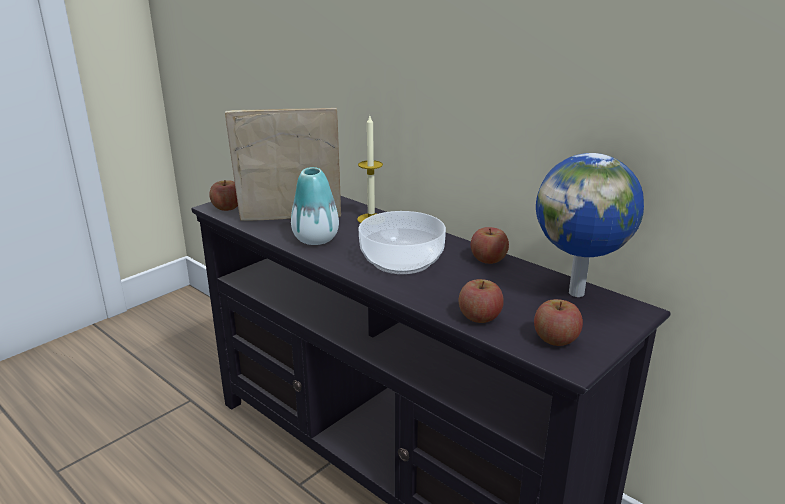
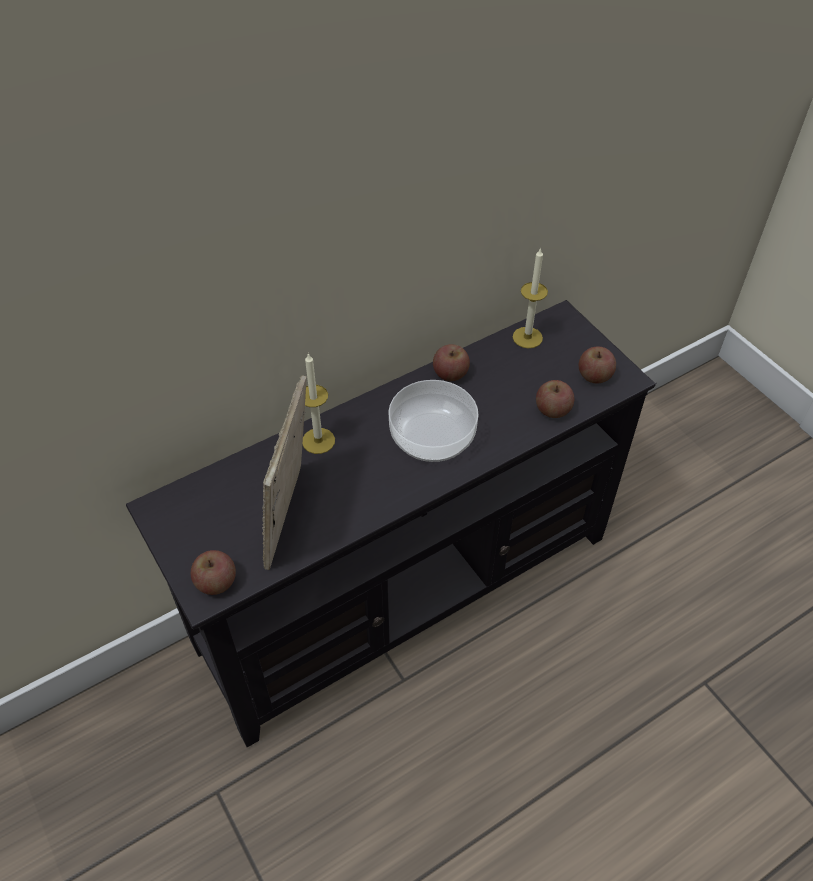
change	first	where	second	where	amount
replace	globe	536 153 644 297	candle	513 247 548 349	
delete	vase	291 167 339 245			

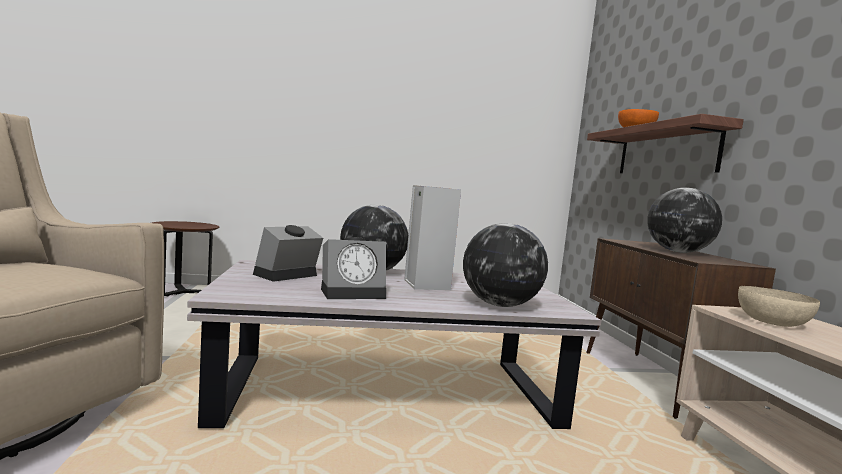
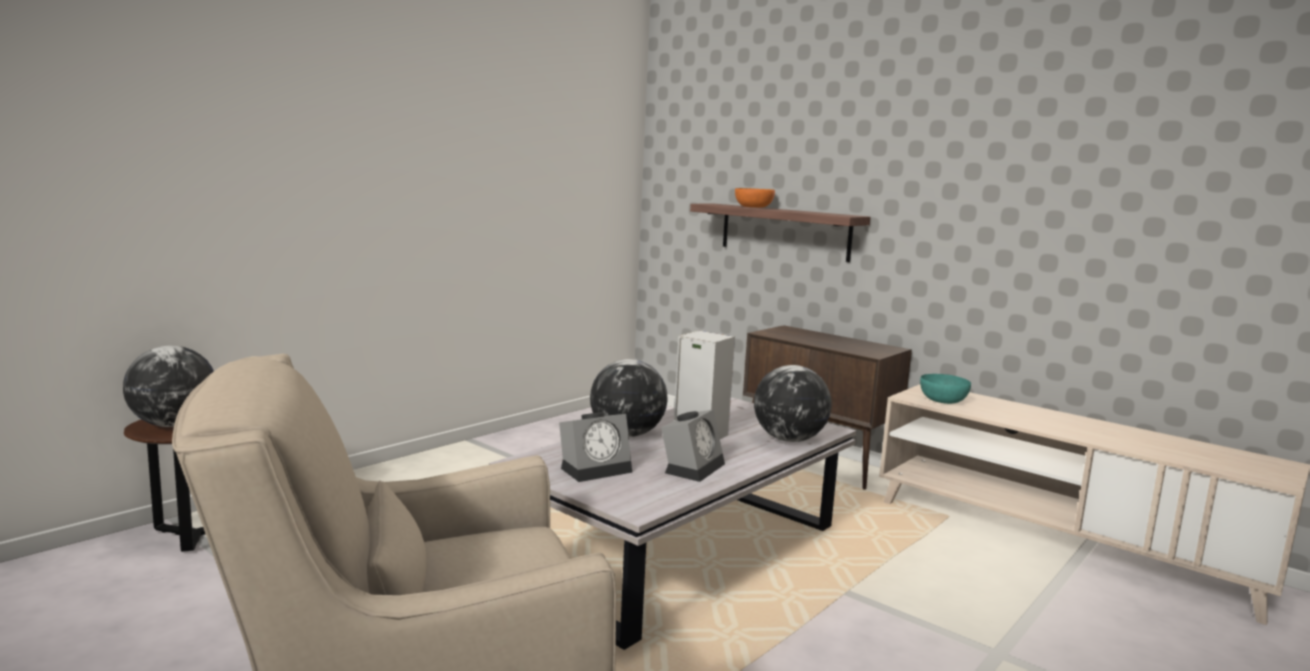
change	first	where	second	where	amount
move	globe	647 188 722 253		123 346 214 427	
rotate	alarm clock	253 225 323 282		559 412 632 482	120 degrees counterclockwise
recolor	bowl (beige)	738 286 820 327	bowl (turquoise)	920 374 971 404	

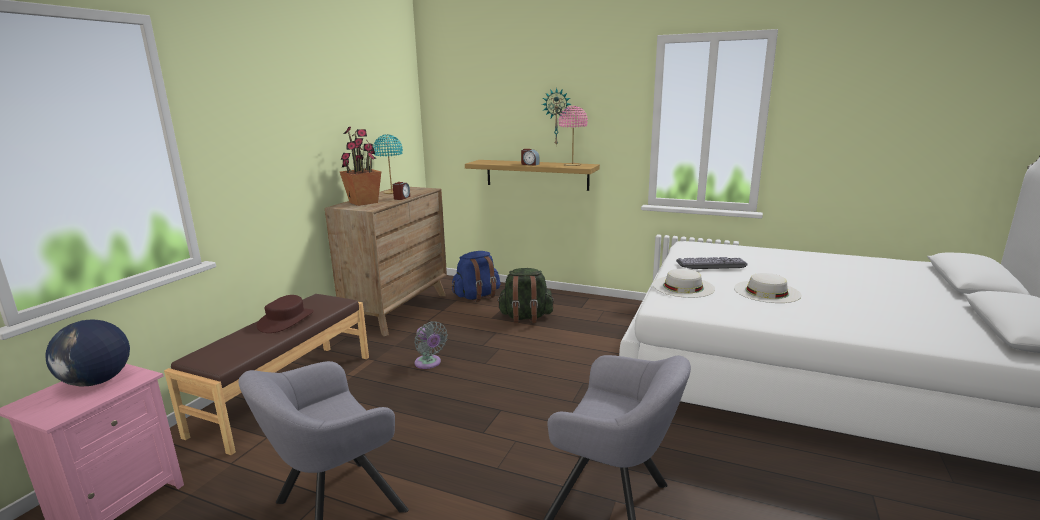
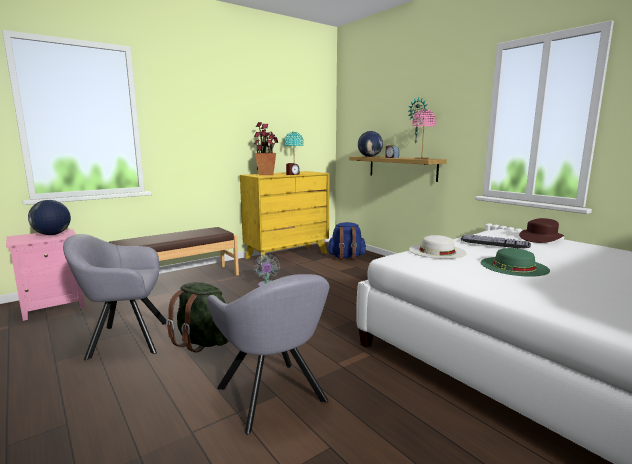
change	first	where	second	where	amount
move	backpack (green)	497 268 554 323		166 282 229 353	
recolor	dresser (brown)	325 187 447 336	dresser (yellow)	240 171 330 264	
insert			globe	358 131 383 157	
recolor	hat (white)	734 273 801 303	hat (green)	481 248 550 277	
move	hat (brown)	257 295 314 333		519 218 564 243	

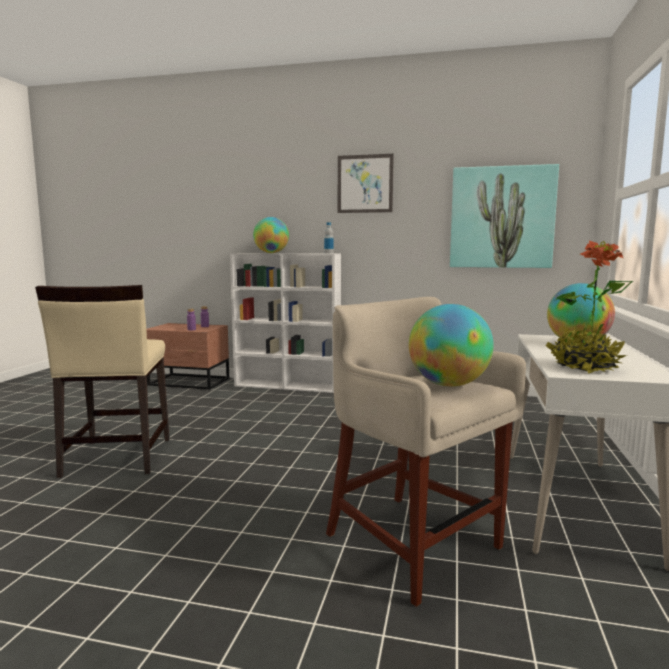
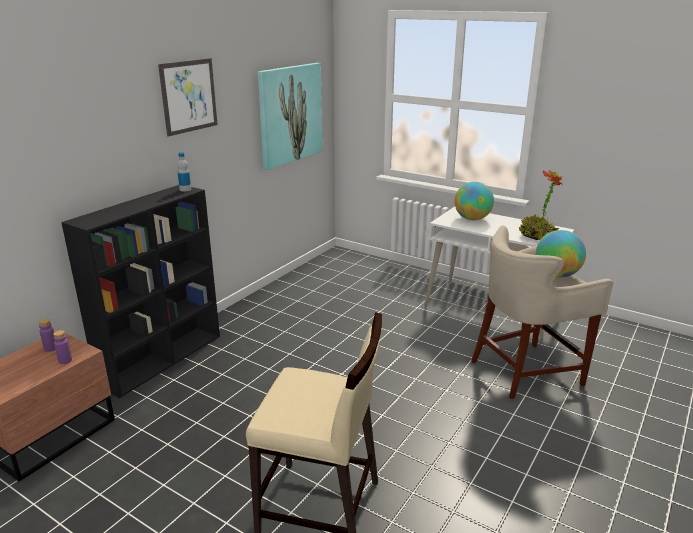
change	first	where	second	where	amount
recolor	bookcase (white)	230 253 341 393	bookcase (black)	61 185 220 398	
delete	globe	253 217 289 253			

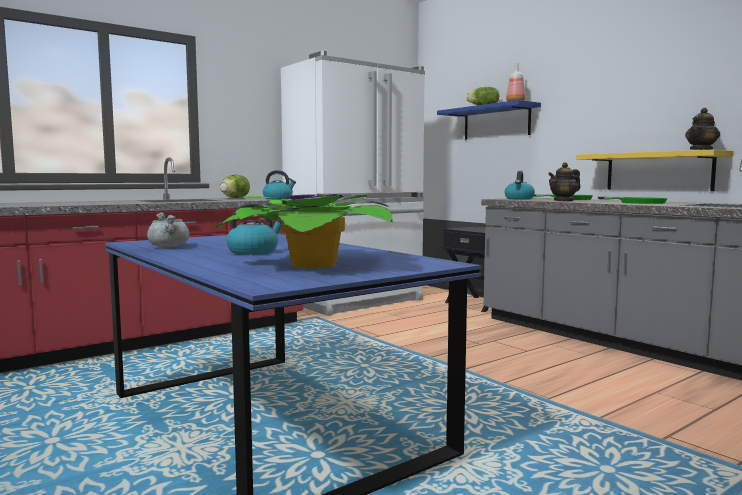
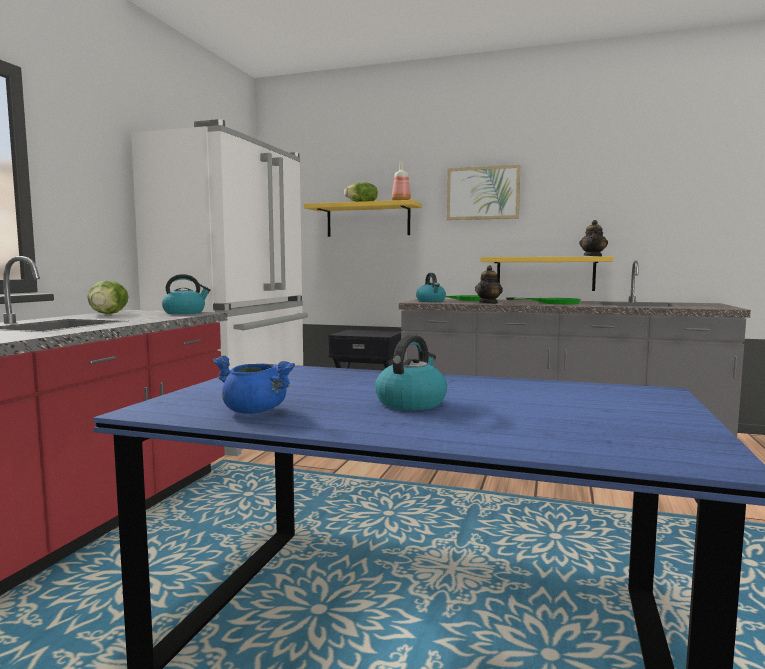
change	first	where	second	where	amount
recolor	cooking pot (grey)	147 212 190 247	cooking pot (blue)	212 355 295 414	
recolor	shelf (blue)	437 100 541 140	shelf (yellow)	304 200 422 237	
insert			picture	447 165 520 220	
delete	potted plant	215 194 392 269			

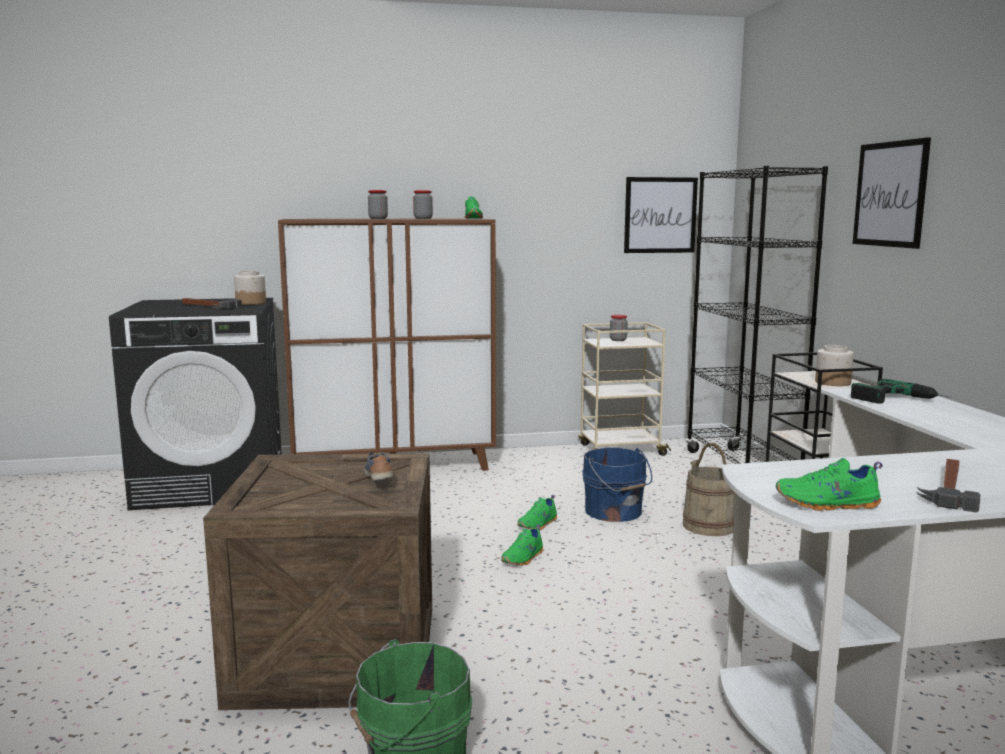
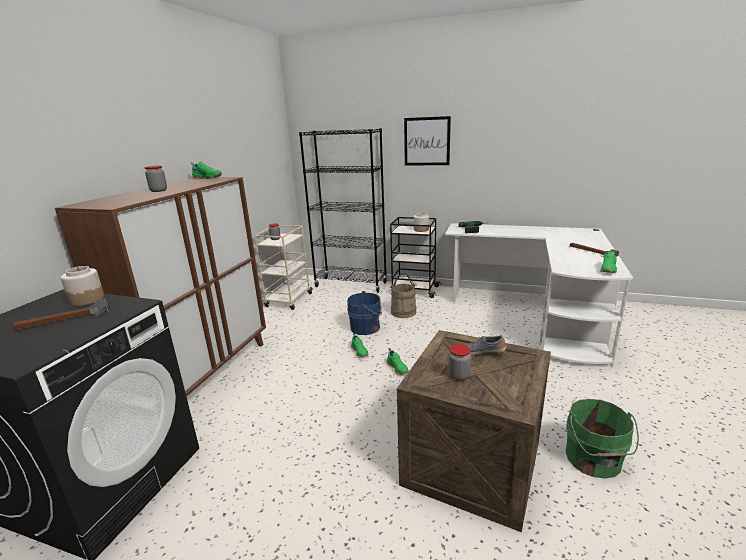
change	first	where	second	where	amount
move	jar	413 190 433 219		448 344 471 381	
delete	picture	624 177 698 253			

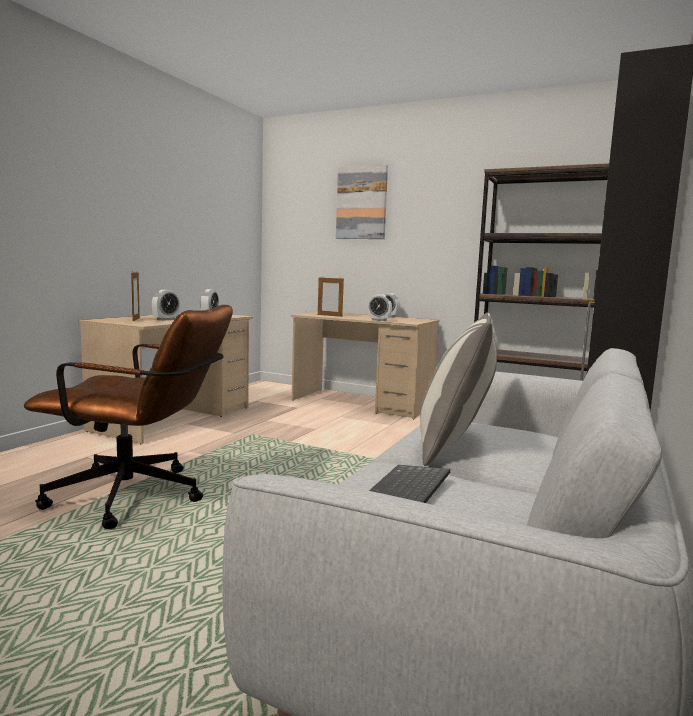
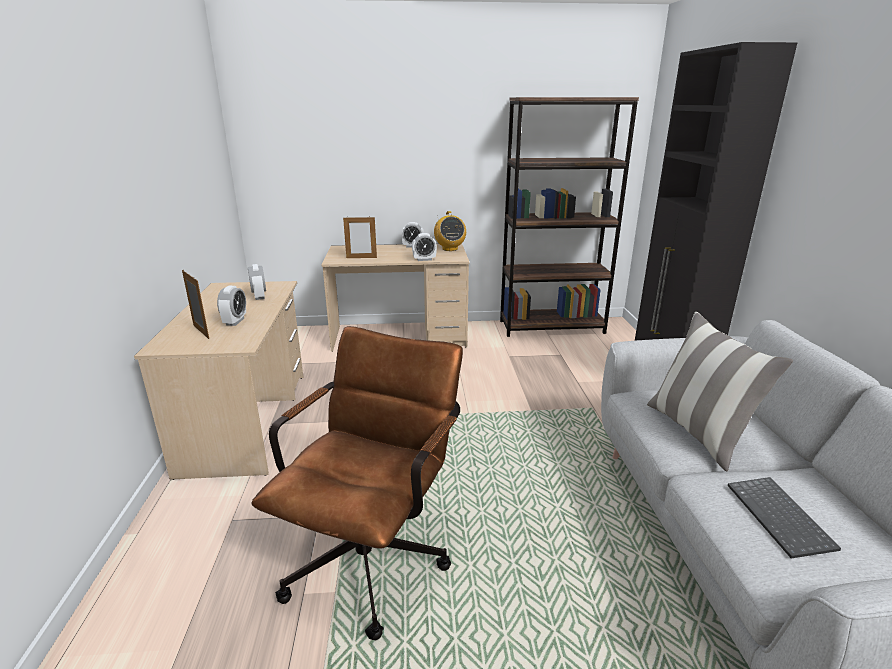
change	first	where	second	where	amount
rotate	office chair (brown)	24 305 233 529		251 326 463 640	45 degrees counterclockwise
insert			radio	434 211 466 251	
delete	picture	336 165 388 239			

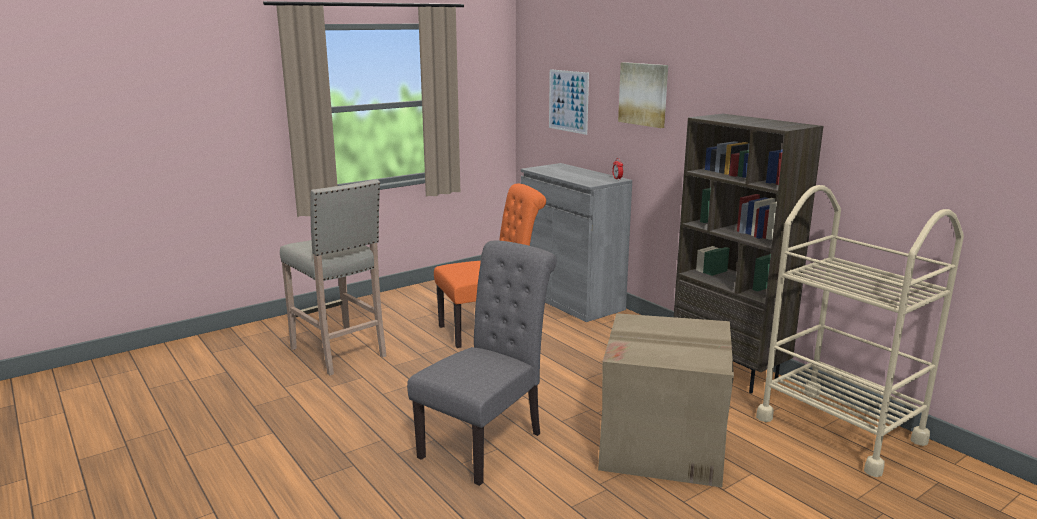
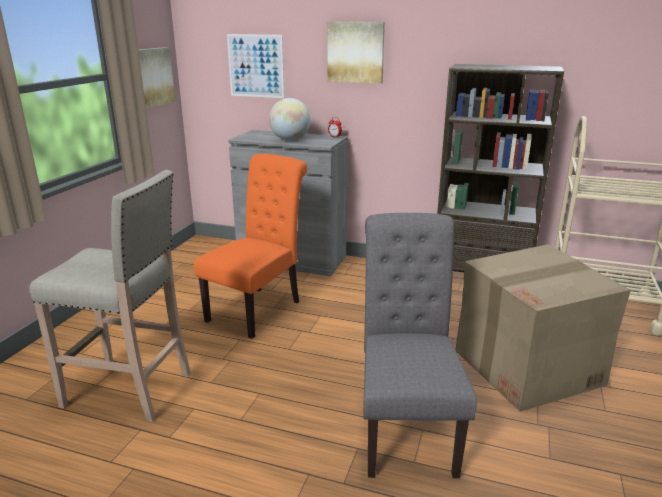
change	first	where	second	where	amount
insert			picture	138 47 175 109	
insert			globe	269 98 311 141	

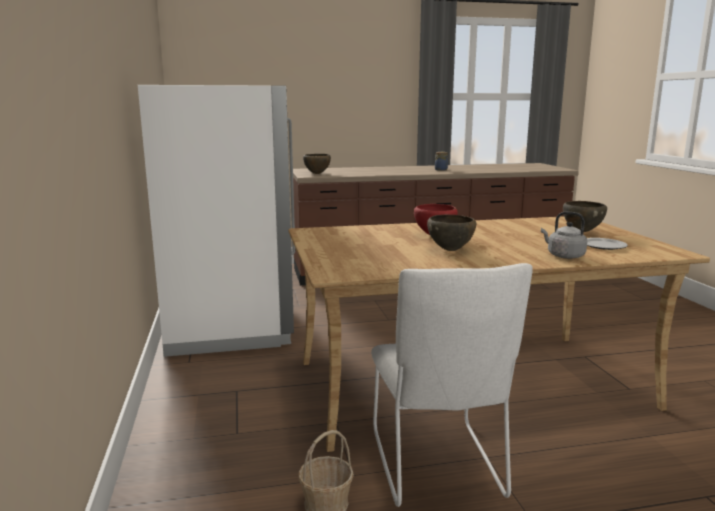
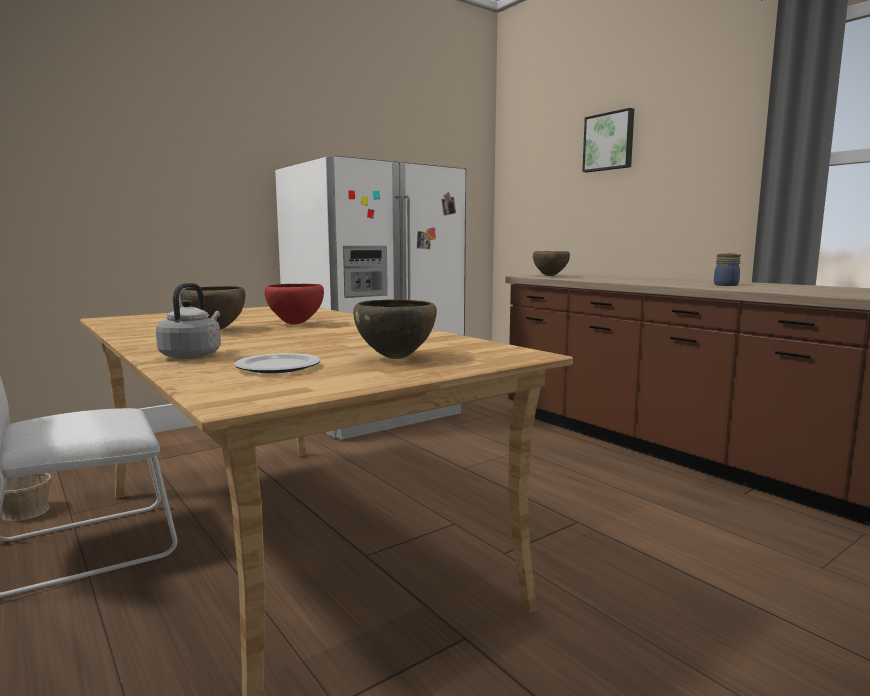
change	first	where	second	where	amount
insert			picture	582 108 634 173	

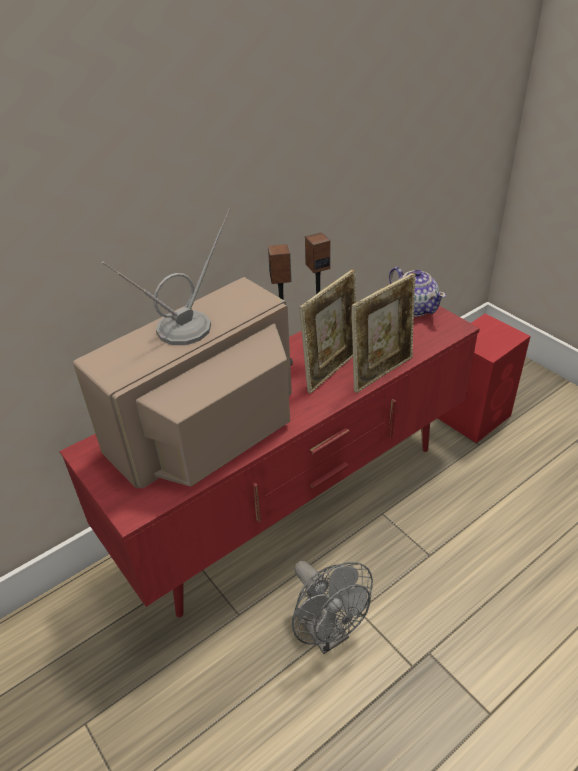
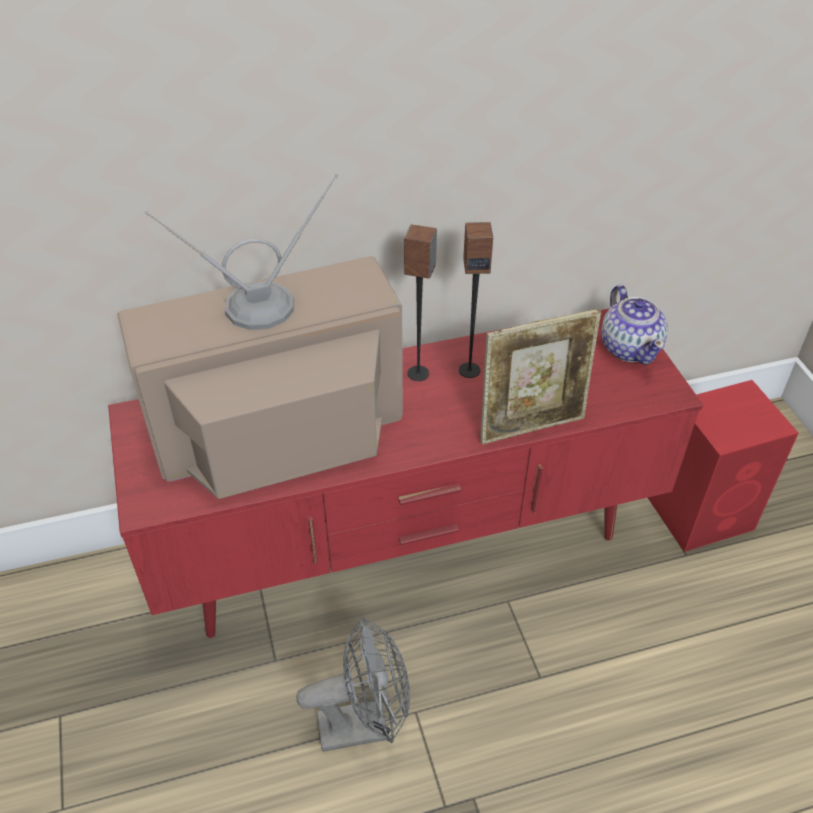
change	first	where	second	where	amount
rotate	fan (grey)	292 561 373 654		296 617 410 752	90 degrees counterclockwise
delete	picture frame	299 269 356 394			

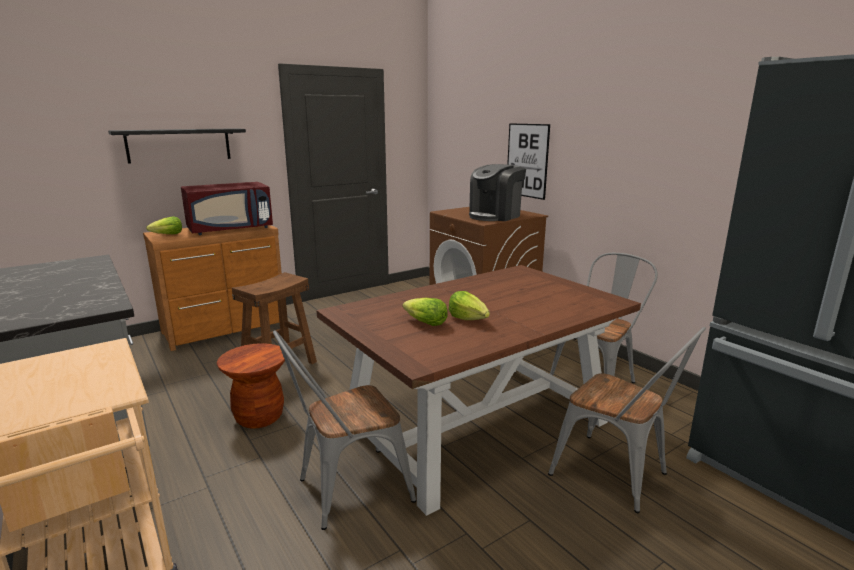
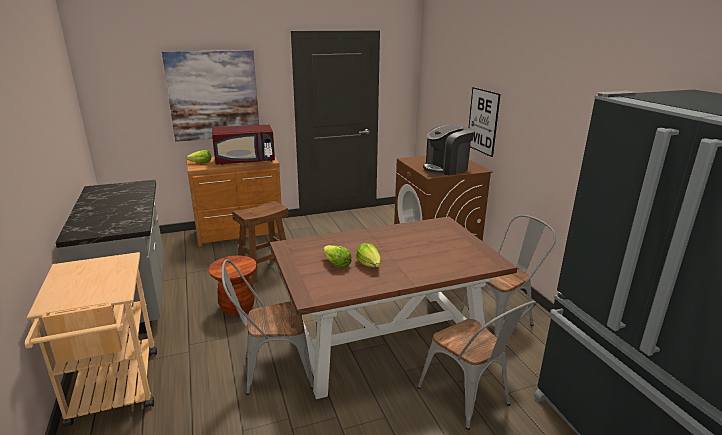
change	first	where	second	where	amount
replace	shelf (black)	108 128 246 164	picture	162 50 259 142	

